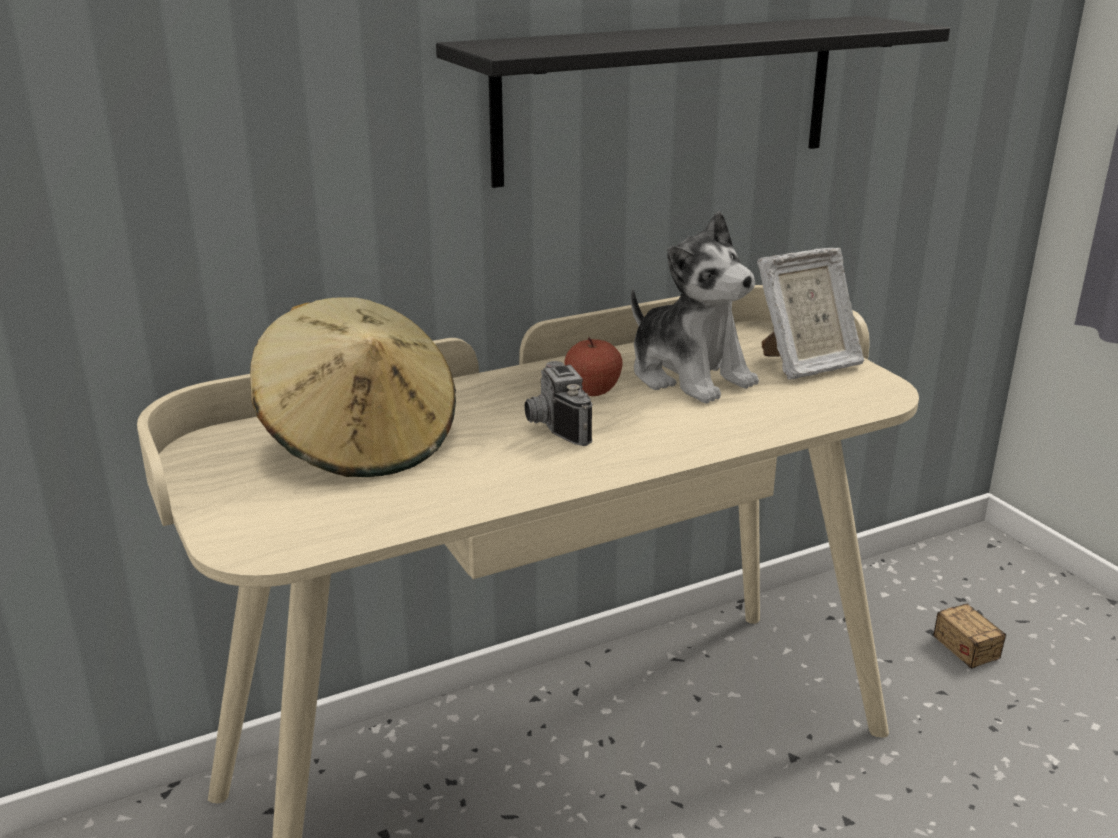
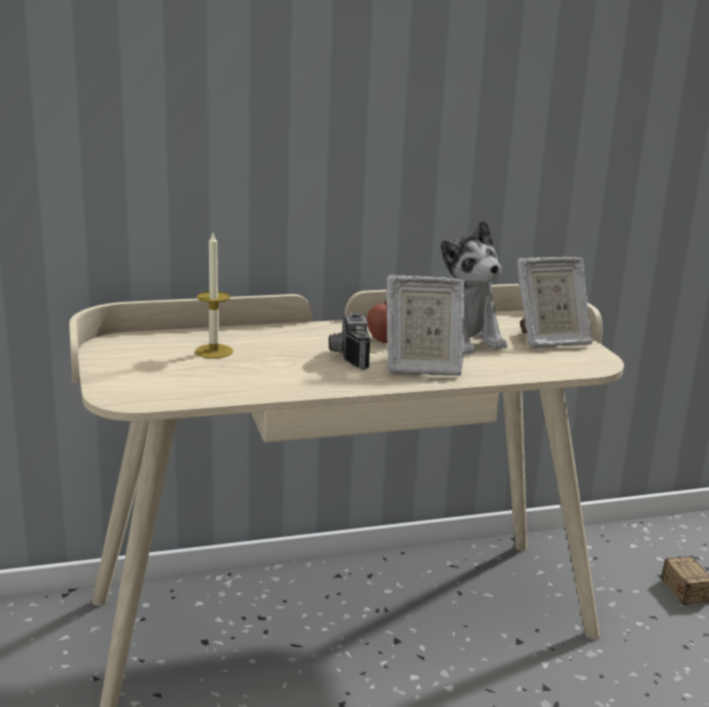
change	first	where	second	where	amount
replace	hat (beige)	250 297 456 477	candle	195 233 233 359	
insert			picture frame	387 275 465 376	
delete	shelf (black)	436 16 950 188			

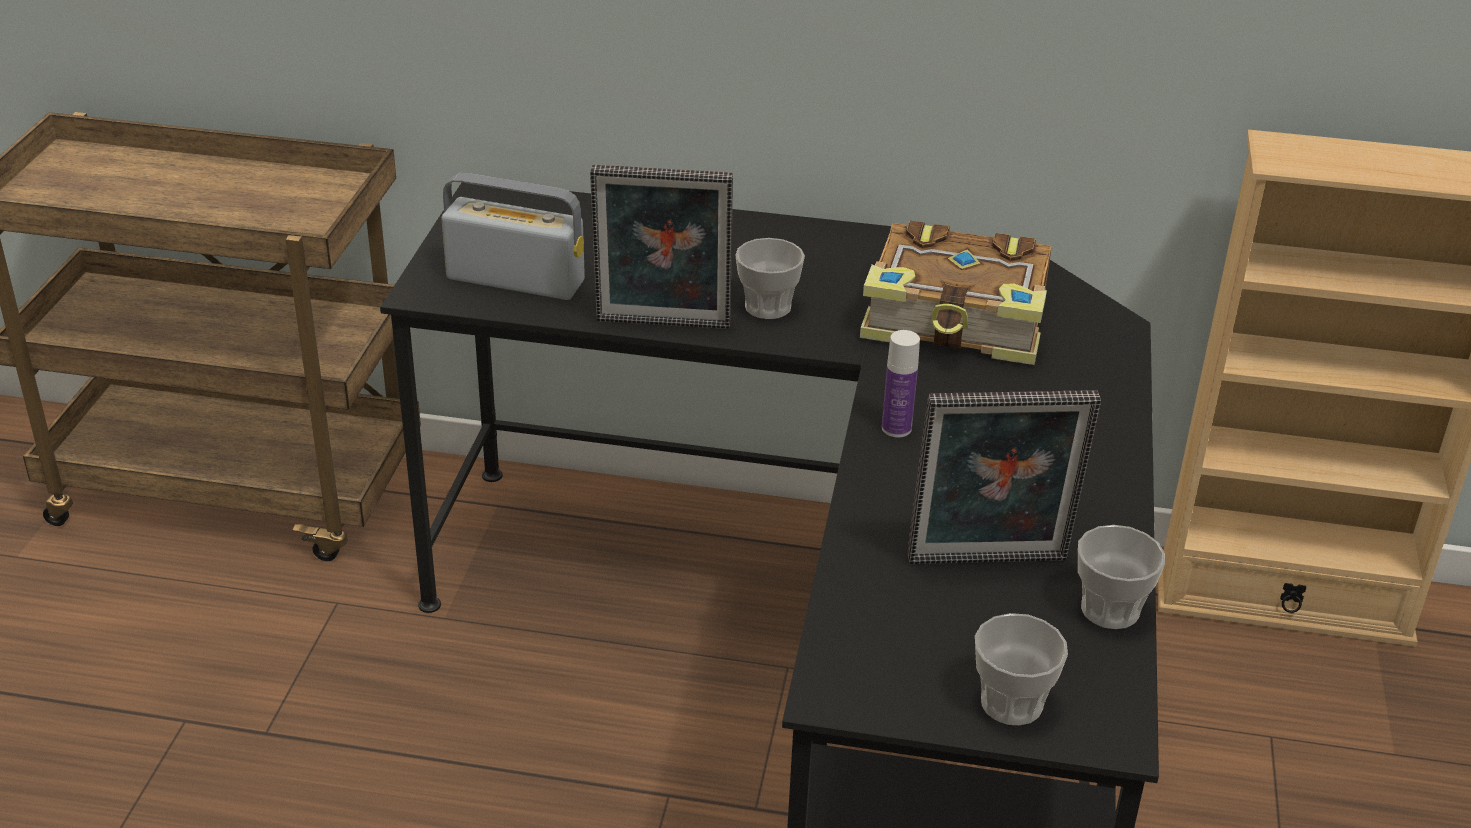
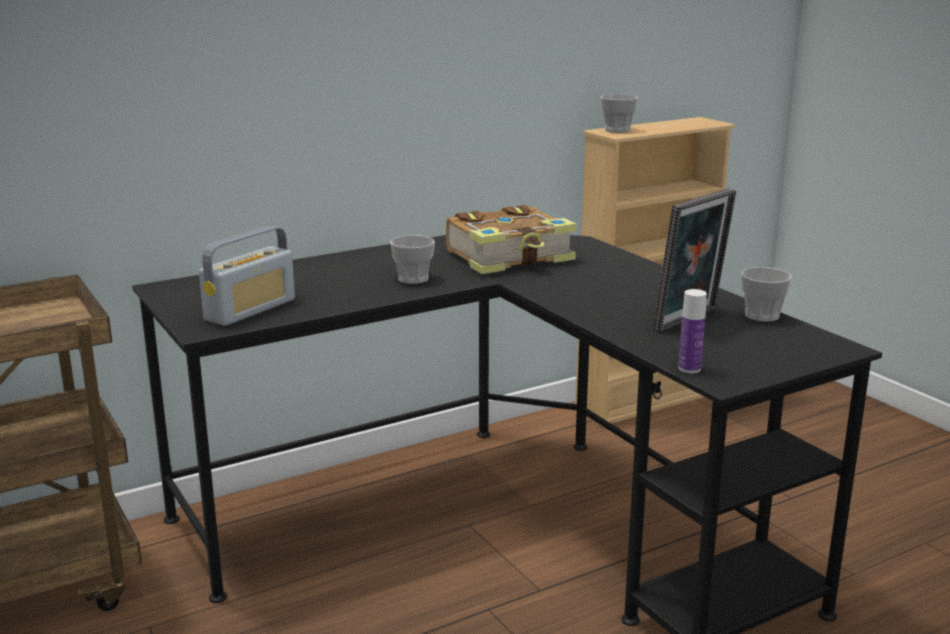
change	first	where	second	where	amount
rotate	radio	441 173 585 300		199 226 295 326	150 degrees clockwise
move	cup	975 613 1068 725		600 94 638 133	
move	bottle	882 330 920 437		678 289 707 373	
delete	picture frame	590 165 733 329			

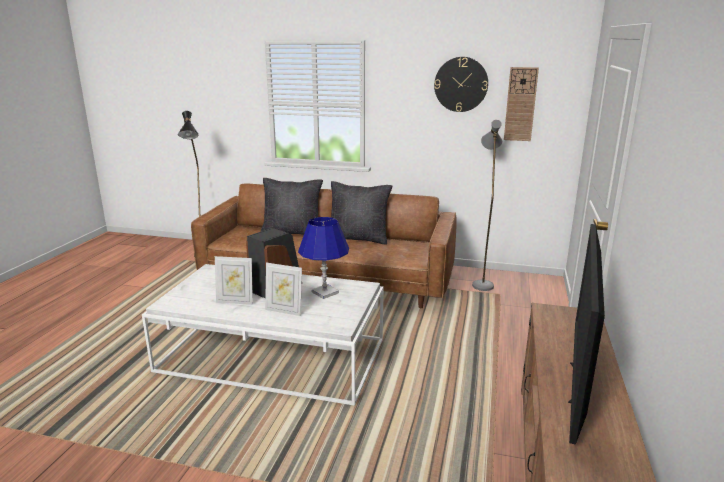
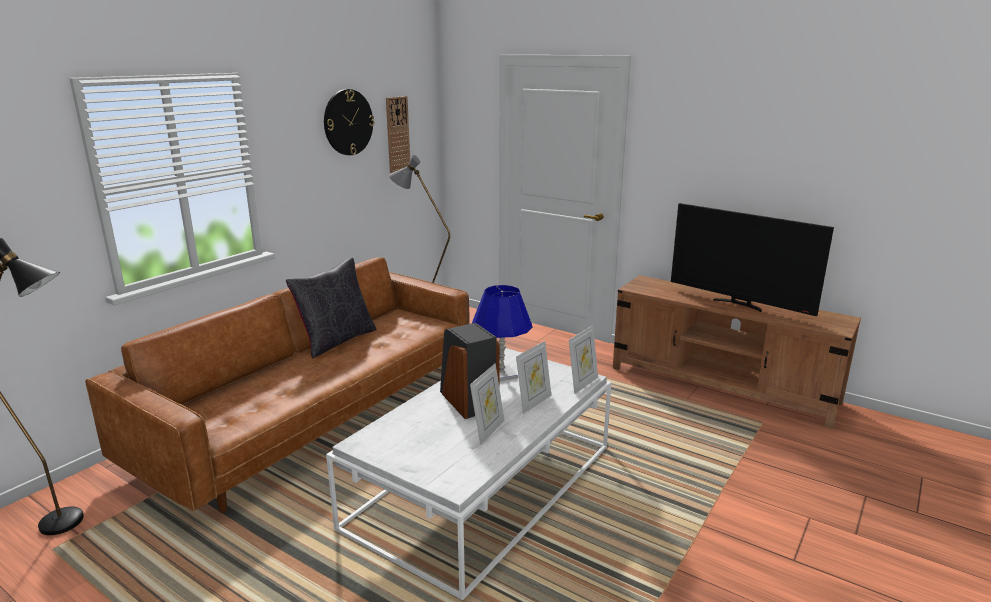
change	first	where	second	where	amount
insert			picture frame	569 326 598 394	
delete	pillow (black)	261 178 323 235			

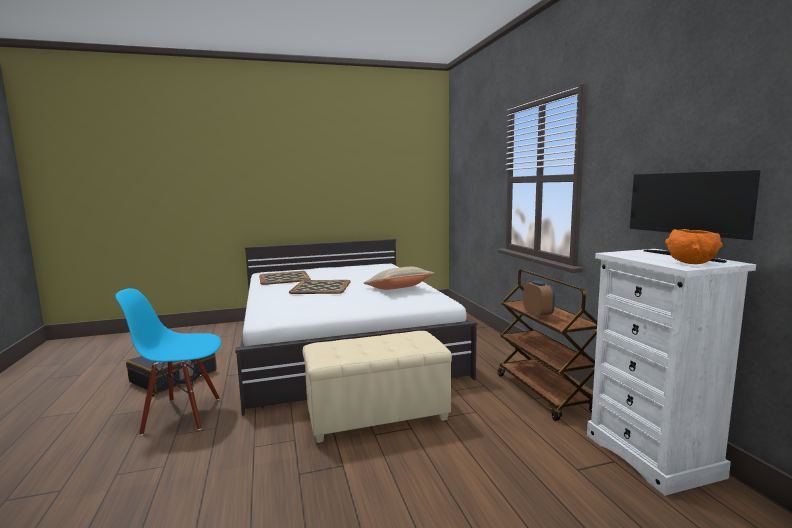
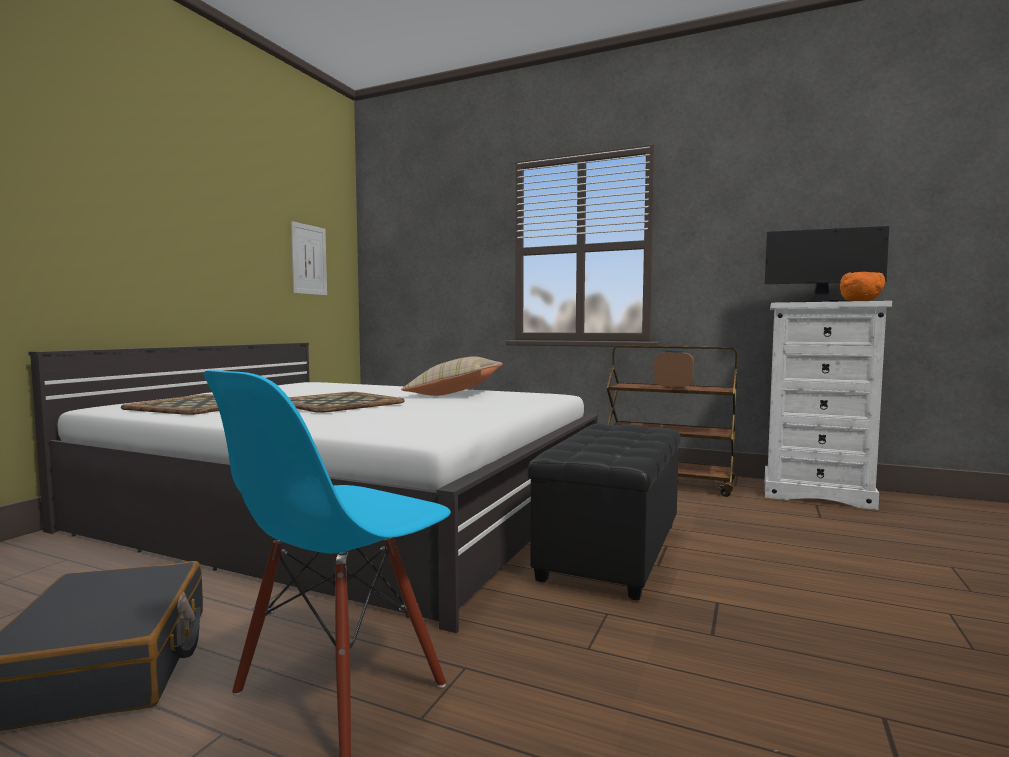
change	first	where	second	where	amount
insert			picture	291 221 327 295	
recolor	ottoman (beige)	303 331 452 443	ottoman (black)	528 423 681 600	

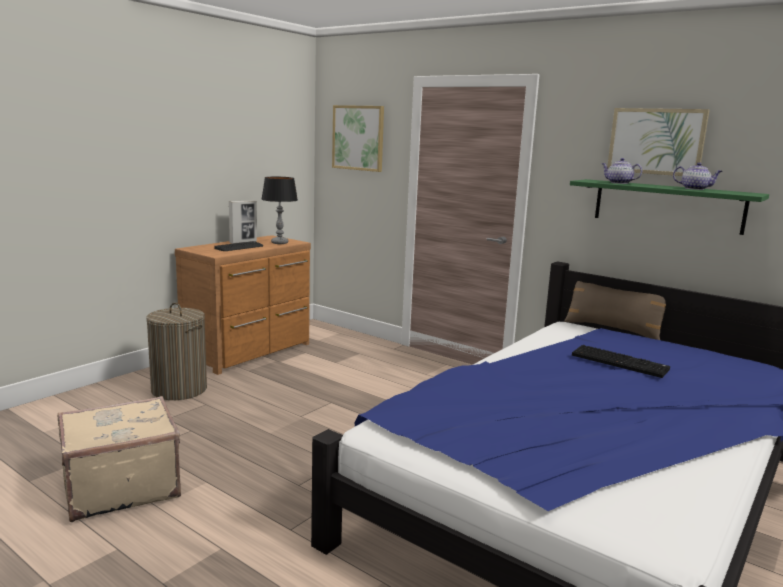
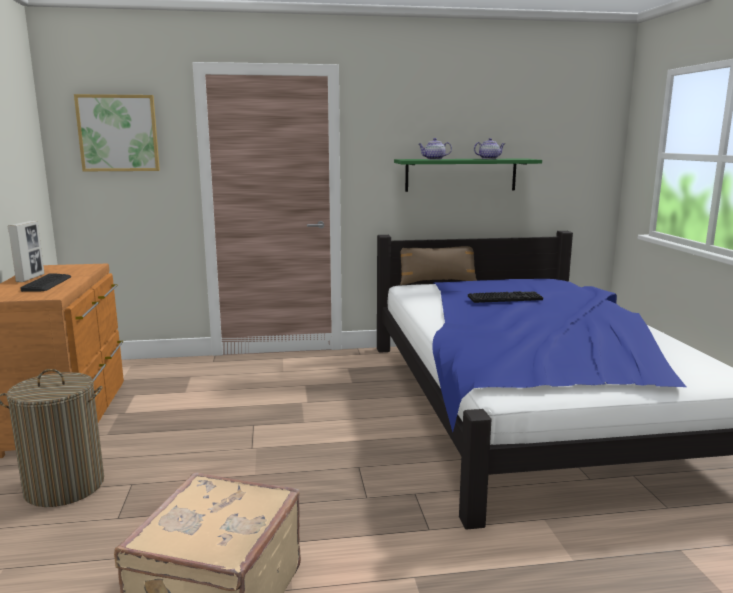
change	first	where	second	where	amount
delete	table lamp	261 177 298 244			
delete	picture	607 108 710 176			

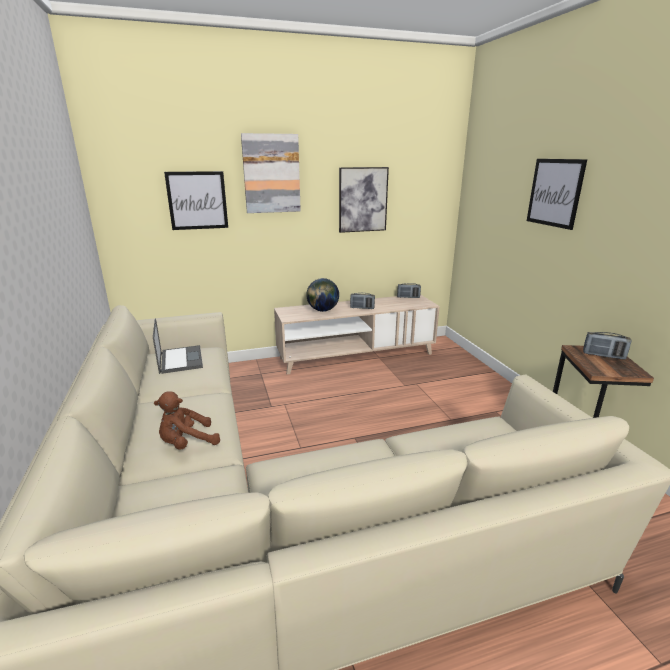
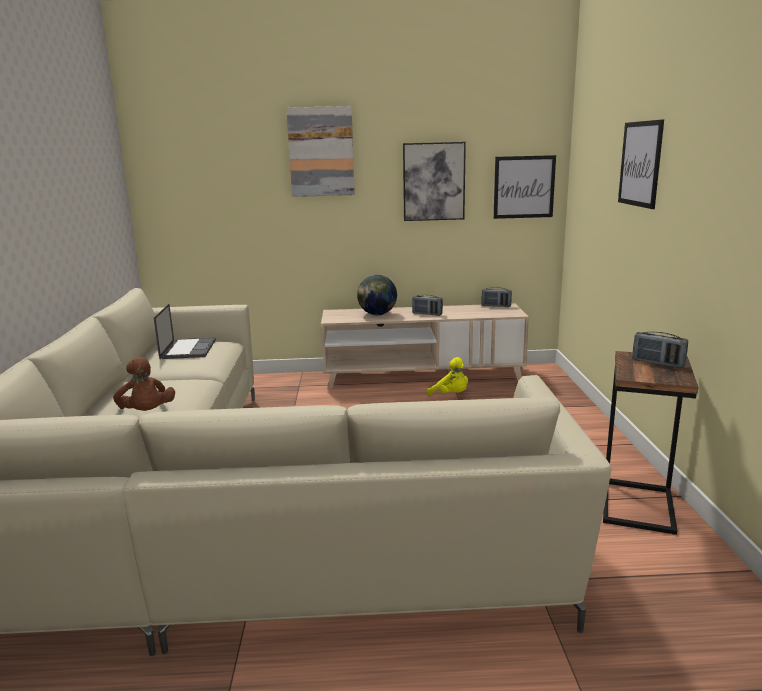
change	first	where	second	where	amount
rotate	plush toy (brown)	154 391 220 450		113 357 175 411	105 degrees counterclockwise
insert			plush toy (yellow)	427 357 468 396	
move	picture	164 171 228 230		493 155 556 219	

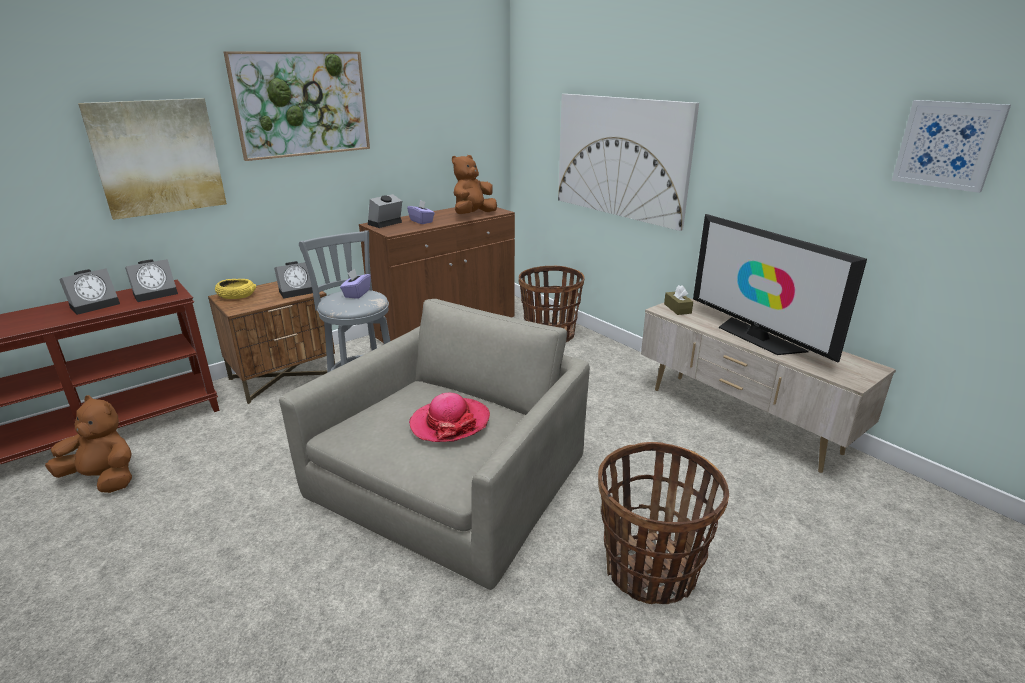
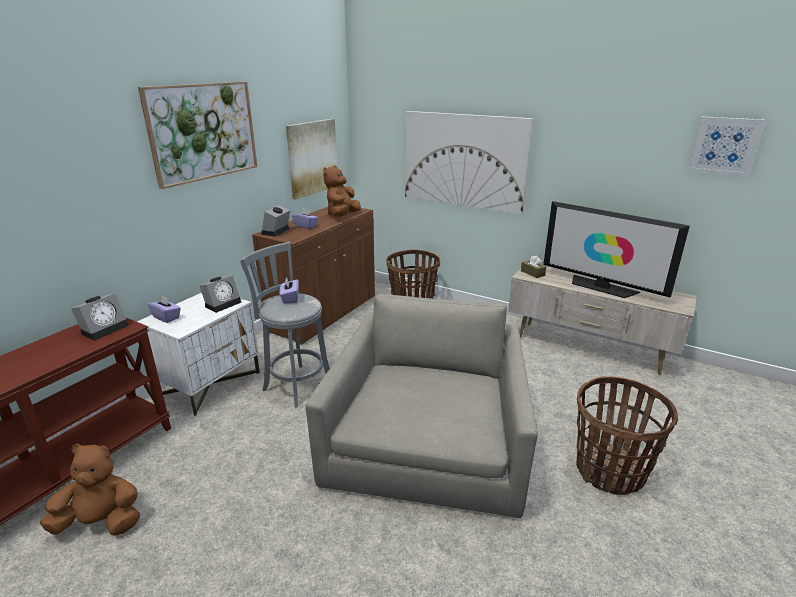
change	first	where	second	where	amount
recolor	nightstand (brown)	208 281 335 404	nightstand (white)	137 293 260 416	
replace	bowl (yellow)	215 279 256 299	tissue box (purple)	148 295 181 323	
move	picture	78 98 227 220		286 119 337 200	
delete	alarm clock	59 268 120 315			
delete	hat	409 392 490 442			

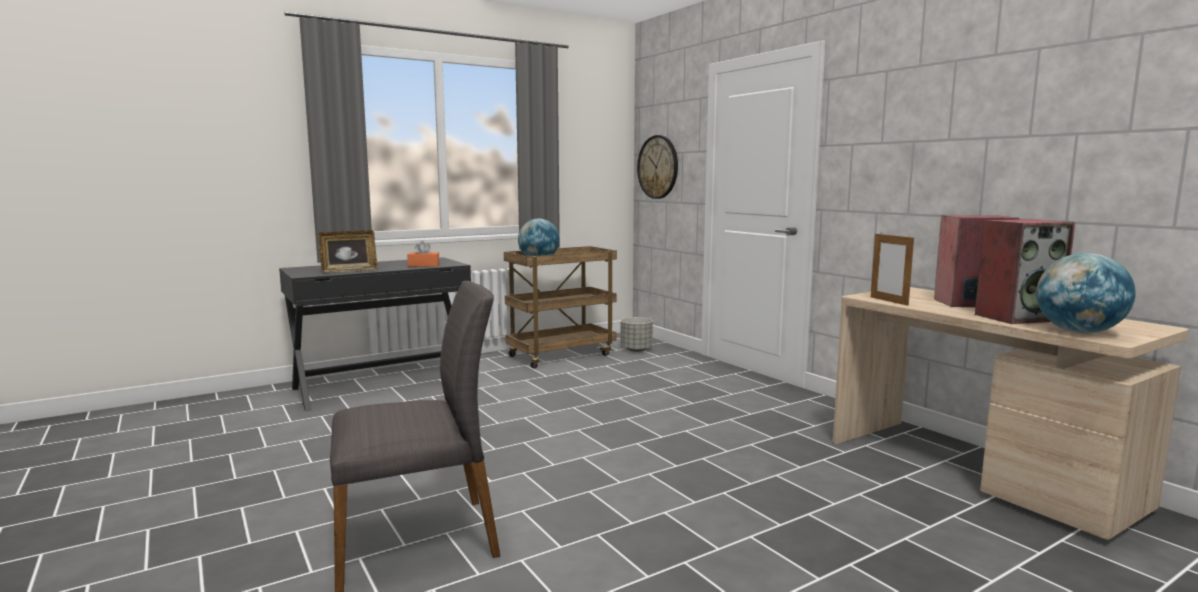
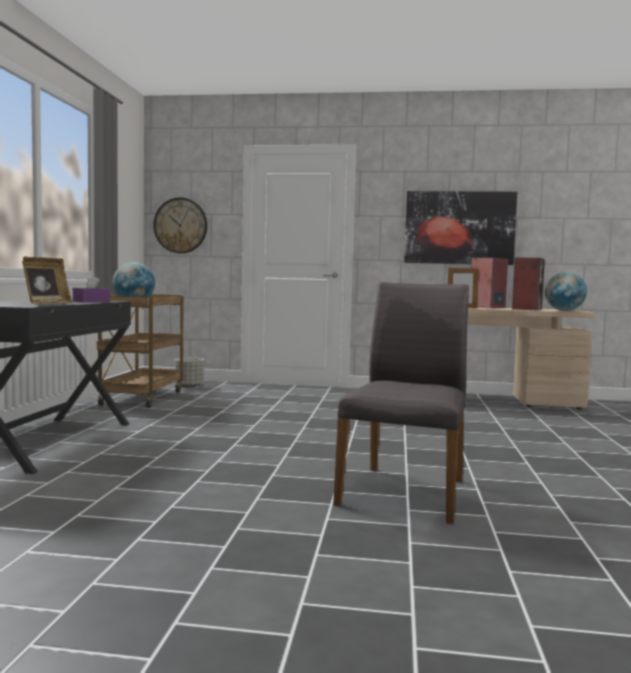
change	first	where	second	where	amount
recolor	tissue box (orange)	407 241 439 267	tissue box (purple)	73 275 110 302	
insert			picture	404 191 517 265	

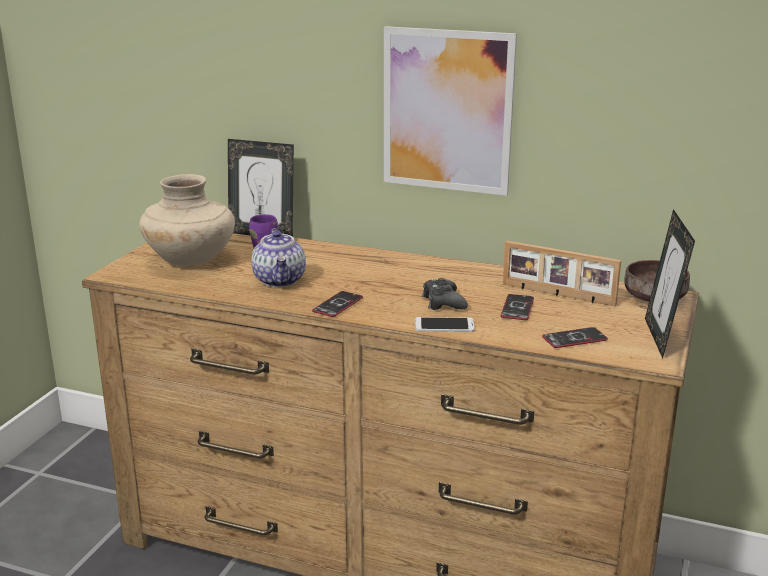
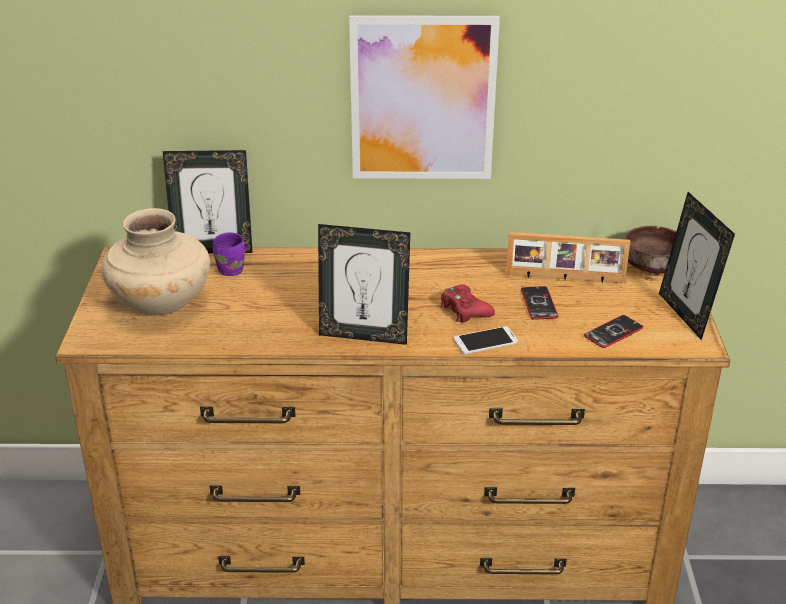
change	first	where	second	where	amount
replace	phone	312 291 363 317	picture frame	318 224 410 345	
recolor	game controller (black)	422 278 468 310	game controller (red)	440 284 495 323	
delete	teapot	251 229 306 287			

